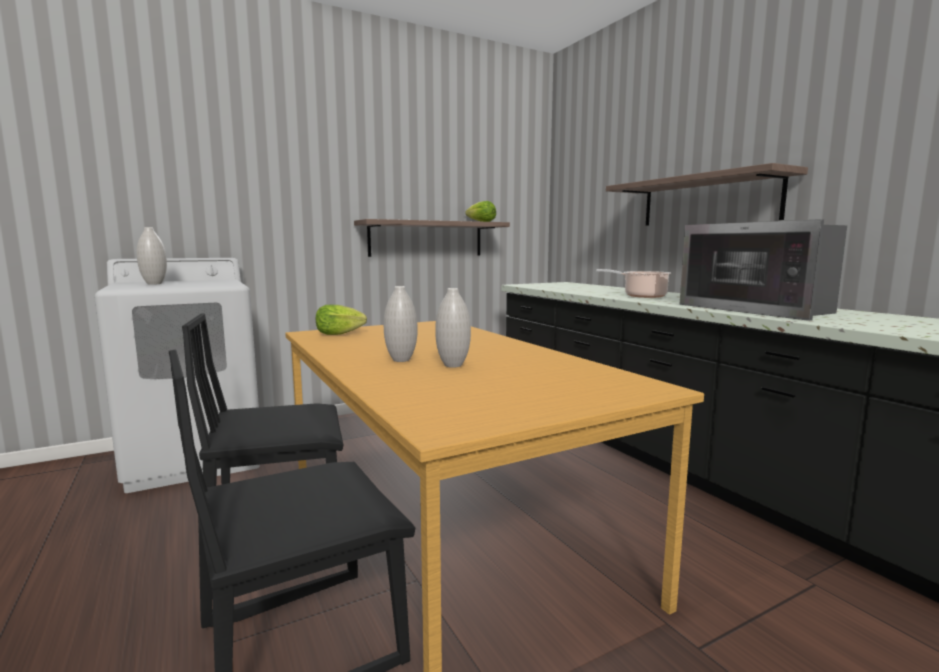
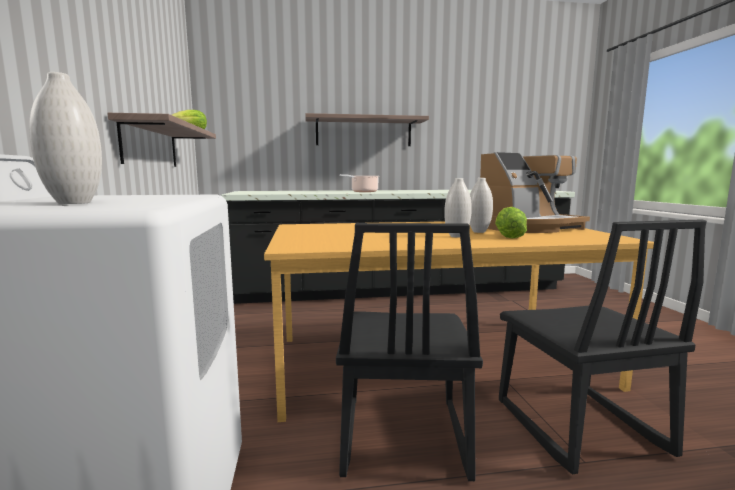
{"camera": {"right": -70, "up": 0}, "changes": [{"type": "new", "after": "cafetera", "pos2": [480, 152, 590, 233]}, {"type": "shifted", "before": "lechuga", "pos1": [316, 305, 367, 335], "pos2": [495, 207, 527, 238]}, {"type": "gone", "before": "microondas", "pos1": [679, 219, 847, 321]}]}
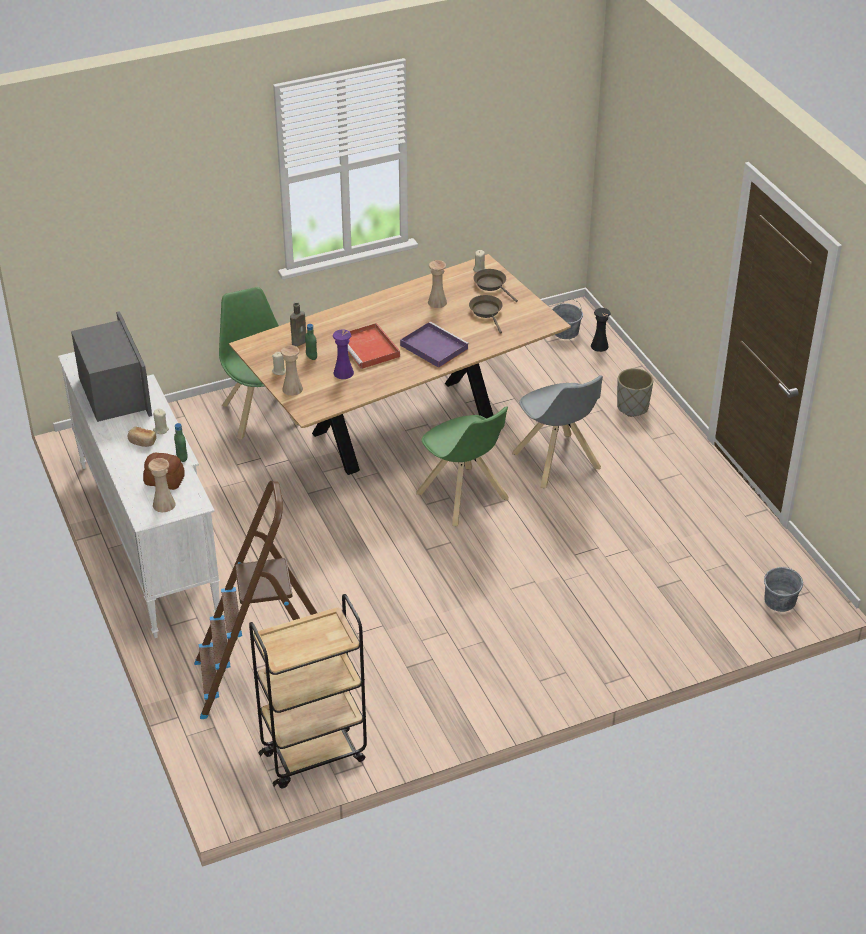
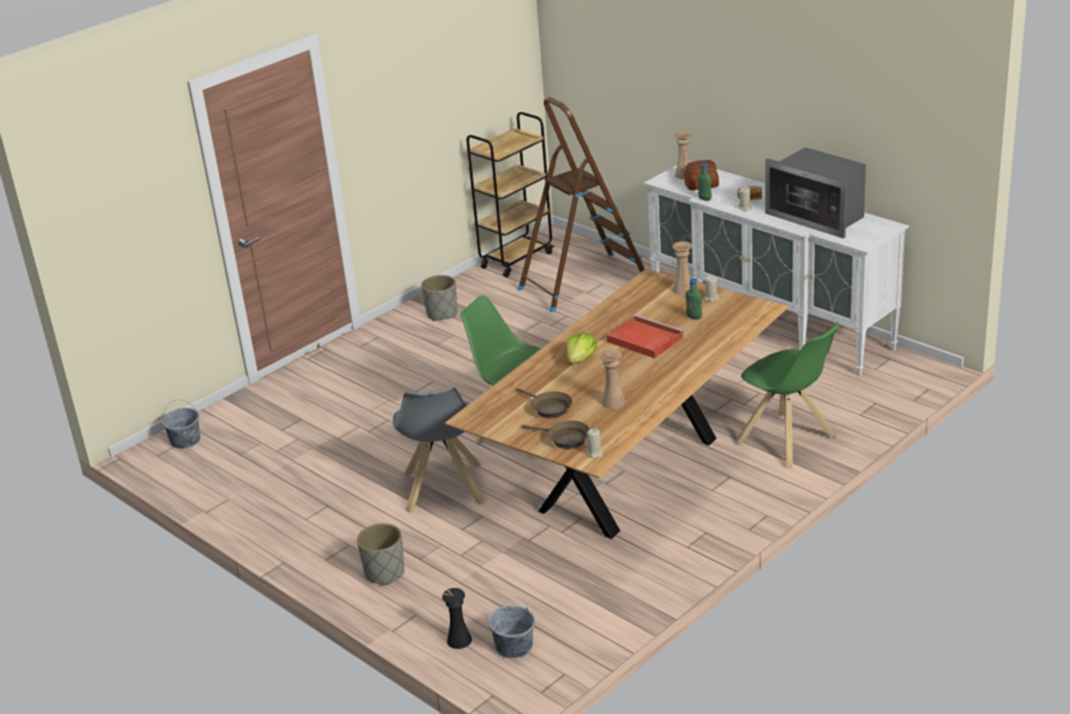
{"camera": {"right": 160, "up": -10}, "changes": [{"type": "rotated", "before": "silla (gris)", "pos1": [512, 376, 603, 489], "pos2": [393, 387, 485, 513], "turn": -135}, {"type": "new", "after": "maceta (gris)", "pos2": [421, 275, 457, 321]}, {"type": "swapped", "before": "bandeja (morado)", "after": "lechuga", "pos1": [400, 321, 469, 368], "pos2": [566, 332, 597, 364]}, {"type": "gone", "before": "botella (marrón)", "pos1": [290, 302, 306, 346]}, {"type": "gone", "before": "florero (morado)", "pos1": [333, 329, 354, 379]}]}
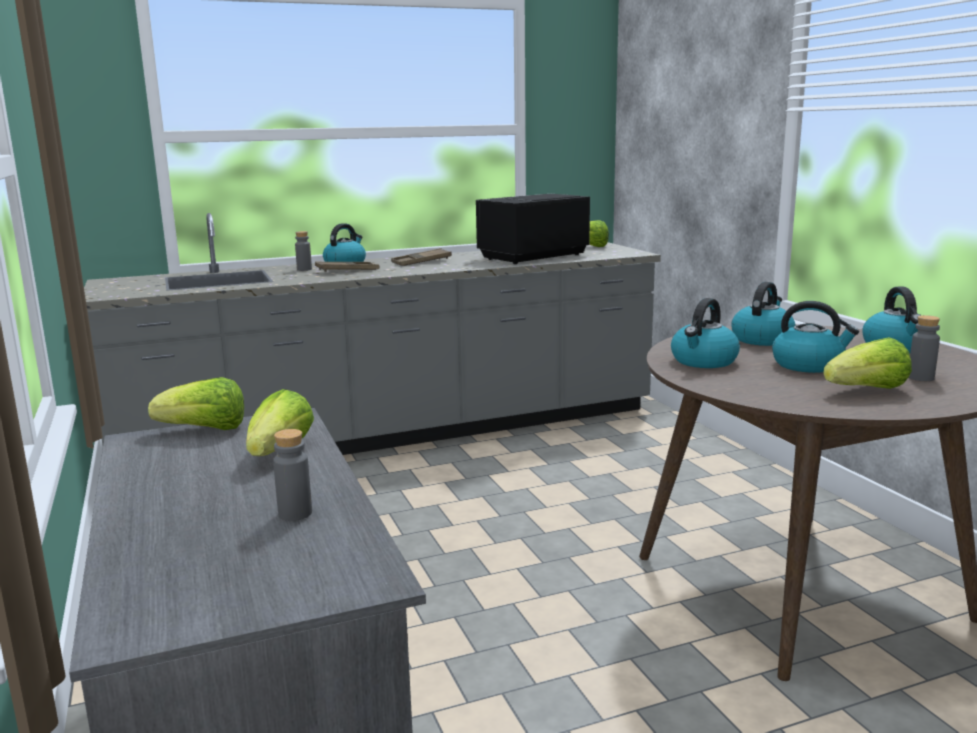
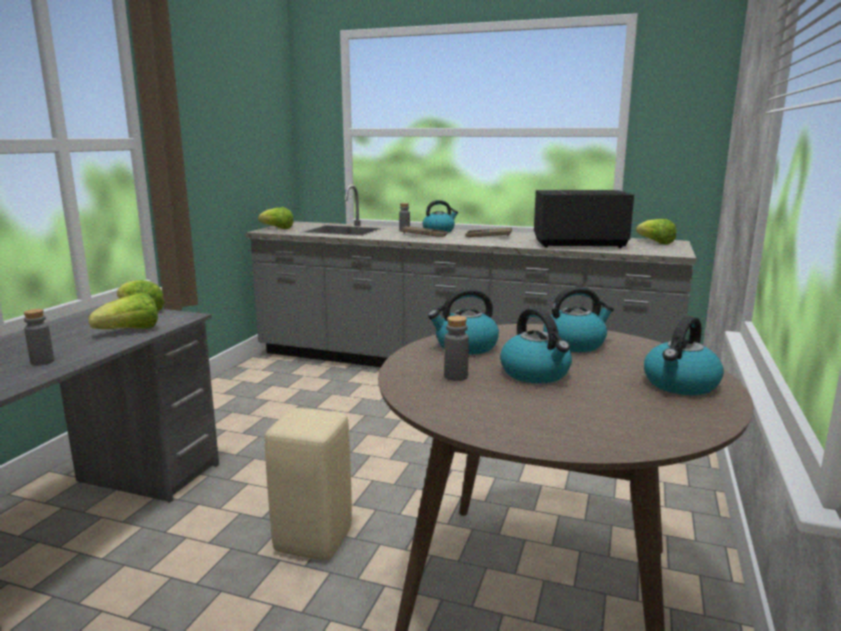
{"camera": {"right": 40, "up": 0}, "changes": [{"type": "shifted", "before": "lechuga", "pos1": [823, 337, 912, 389], "pos2": [258, 207, 294, 229]}, {"type": "new", "after": "taburete (beis)", "pos2": [265, 408, 352, 560]}, {"type": "shifted", "before": "botella (gris)", "pos1": [908, 315, 940, 381], "pos2": [444, 316, 469, 381]}]}
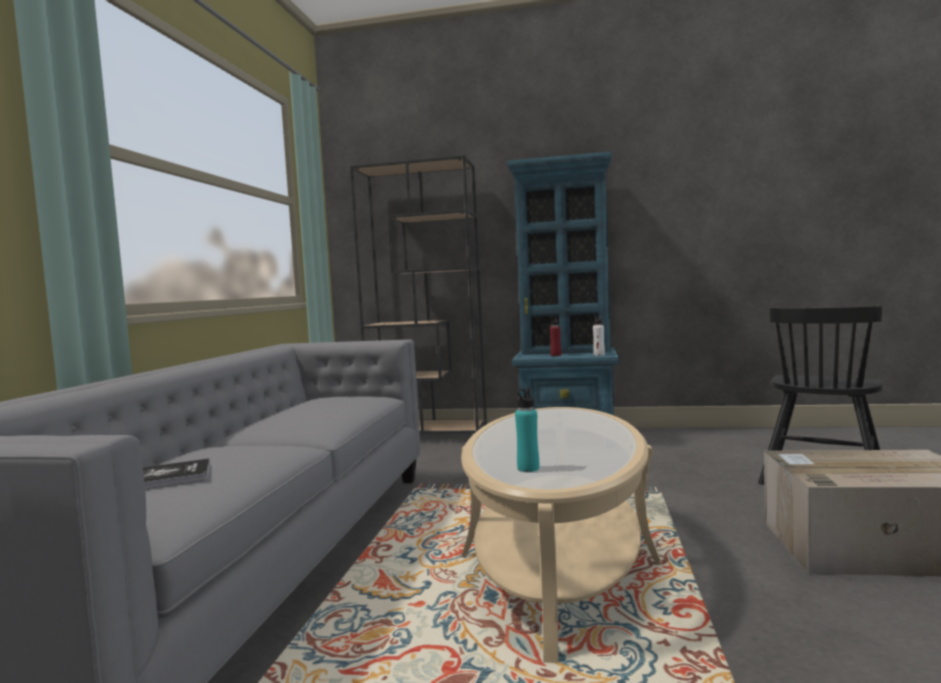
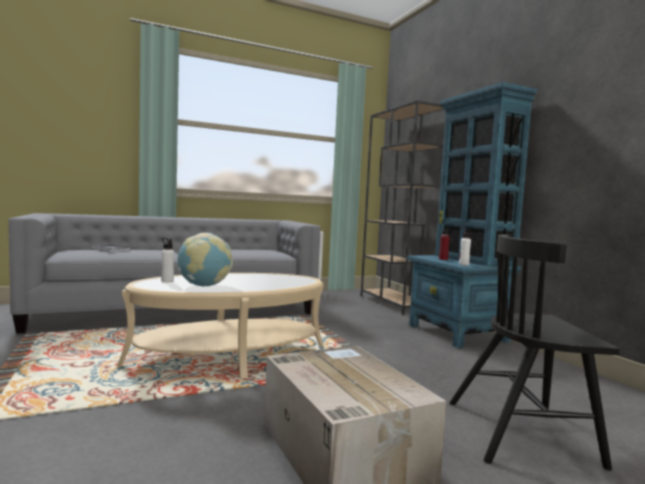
{"camera": {"right": 55, "up": 0}, "changes": [{"type": "repainted", "before": "botella (turquesa)", "after": "botella (blanco)", "pos1": [515, 387, 539, 472], "pos2": [161, 238, 174, 283]}, {"type": "new", "after": "globo terráqueo", "pos2": [177, 233, 233, 286]}]}
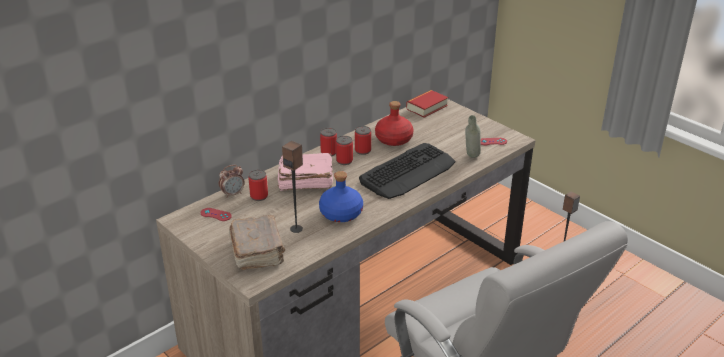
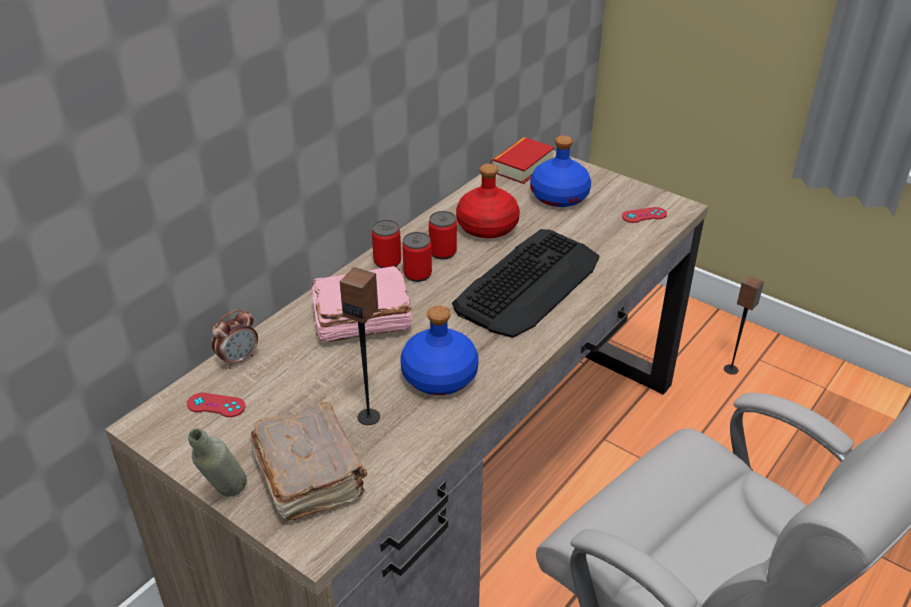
{"camera": {"right": -10, "up": 5}, "changes": [{"type": "shifted", "before": "botella (gris)", "pos1": [465, 115, 481, 158], "pos2": [188, 428, 247, 497]}, {"type": "new", "after": "botella (azul)", "pos2": [530, 135, 591, 207]}, {"type": "gone", "before": "lata", "pos1": [248, 170, 268, 201]}]}
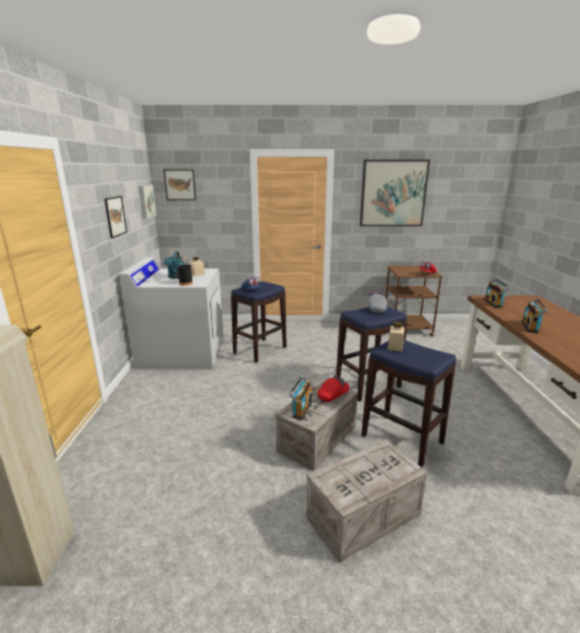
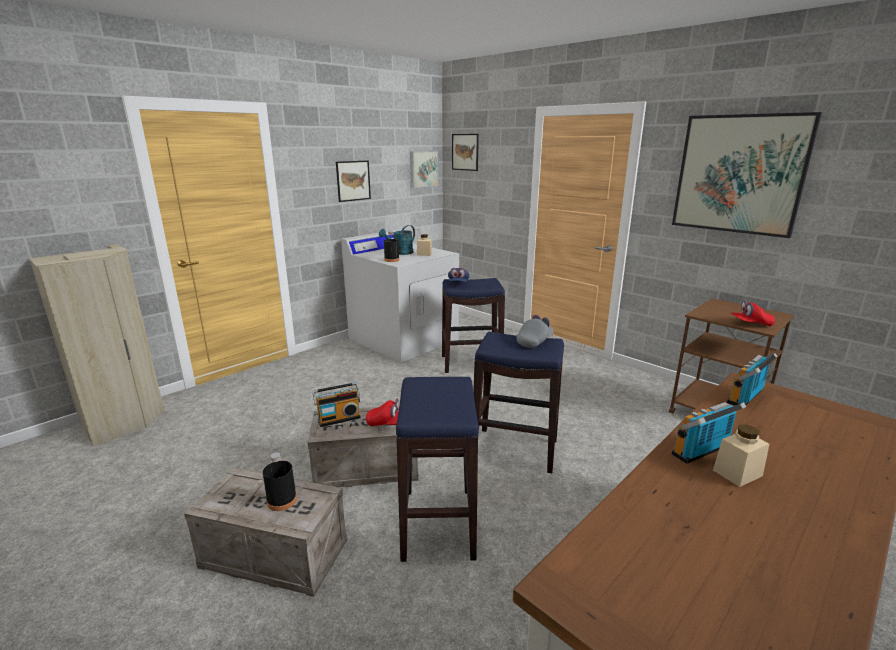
{"camera": {"right": 45, "up": 0}, "changes": [{"type": "new", "after": "botella (negro)", "pos2": [263, 452, 297, 511]}, {"type": "shifted", "before": "tarro (beis)", "pos1": [387, 322, 404, 352], "pos2": [713, 424, 769, 487]}]}
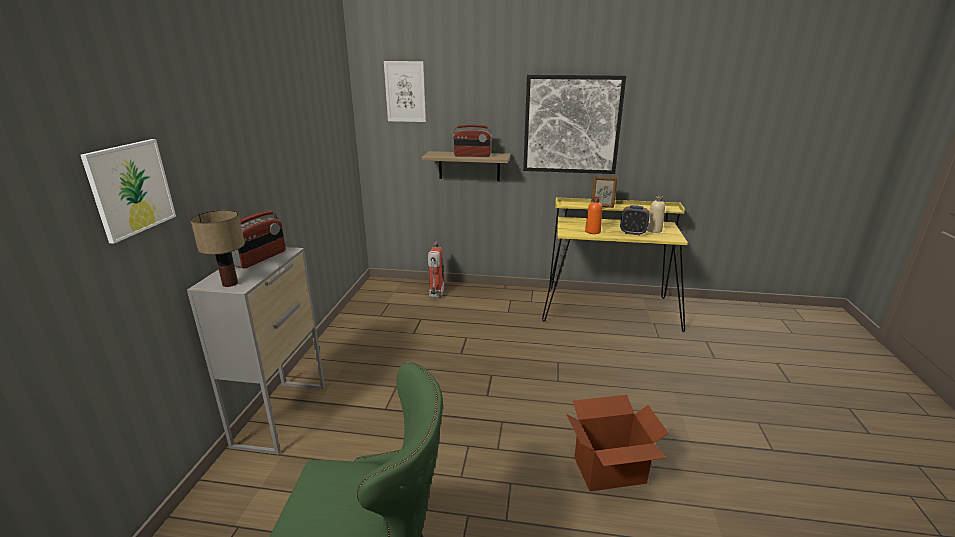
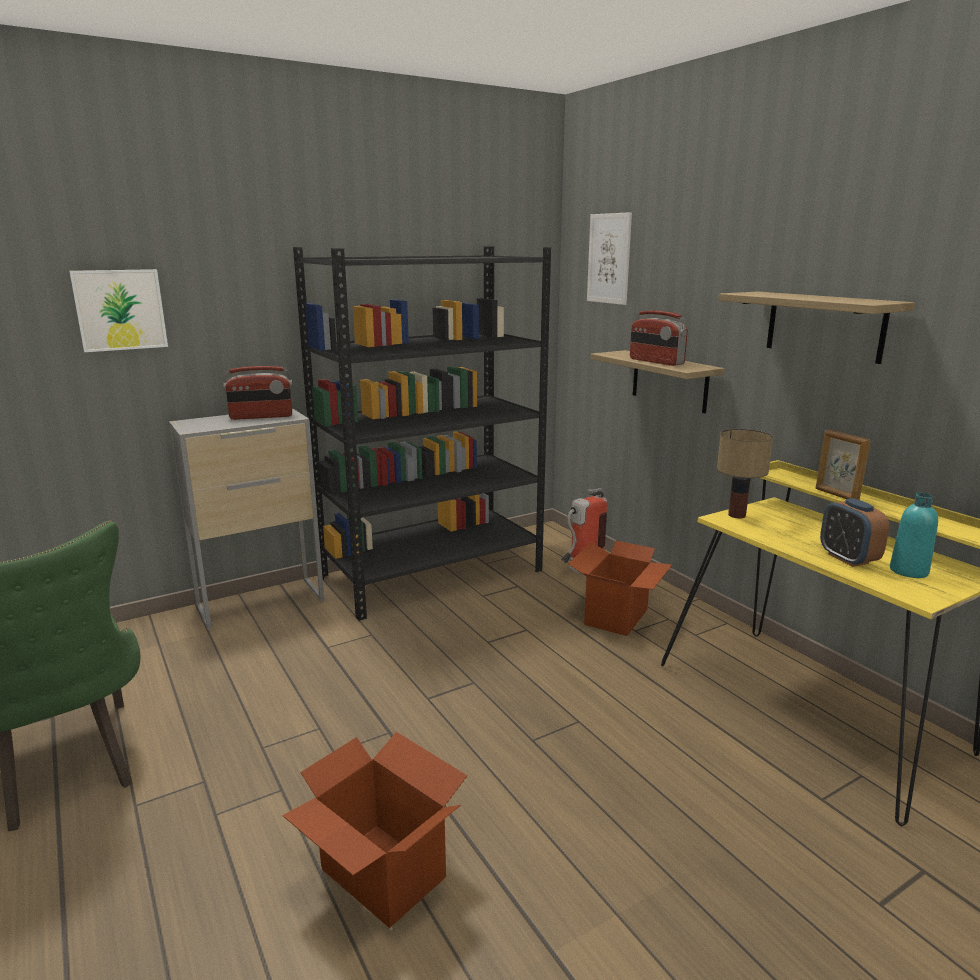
{"camera": {"right": 50, "up": -5}, "changes": [{"type": "new", "after": "estantería (negro)", "pos2": [293, 246, 551, 621]}, {"type": "new", "after": "caja de cartón", "pos2": [568, 540, 672, 636]}, {"type": "shifted", "before": "lámpara de mesa", "pos1": [190, 210, 245, 287], "pos2": [717, 429, 773, 519]}, {"type": "swapped", "before": "cuadro", "after": "estante", "pos1": [523, 75, 626, 174], "pos2": [718, 292, 915, 364]}, {"type": "repainted", "before": "botella (beis)", "after": "botella (turquesa)", "pos1": [647, 195, 665, 233], "pos2": [890, 493, 938, 578]}, {"type": "gone", "before": "botella (naranja)", "pos1": [585, 196, 602, 234]}]}
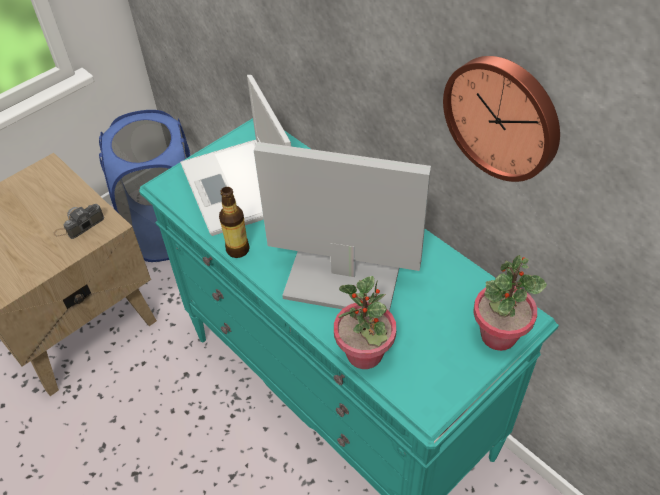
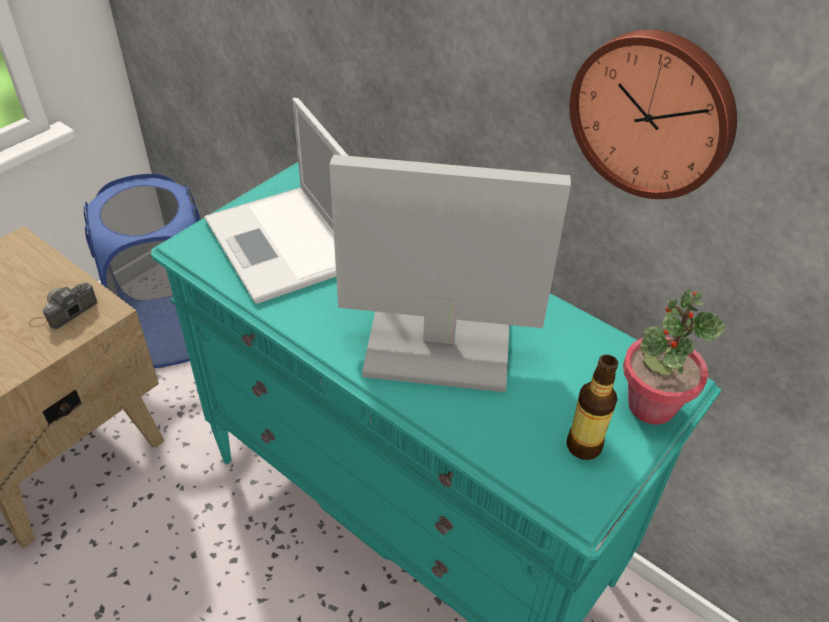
{"camera": {"right": -10, "up": -5}, "changes": [{"type": "shifted", "before": "botella", "pos1": [219, 187, 250, 258], "pos2": [566, 355, 618, 460]}, {"type": "gone", "before": "planta en maceta", "pos1": [334, 276, 396, 369]}]}
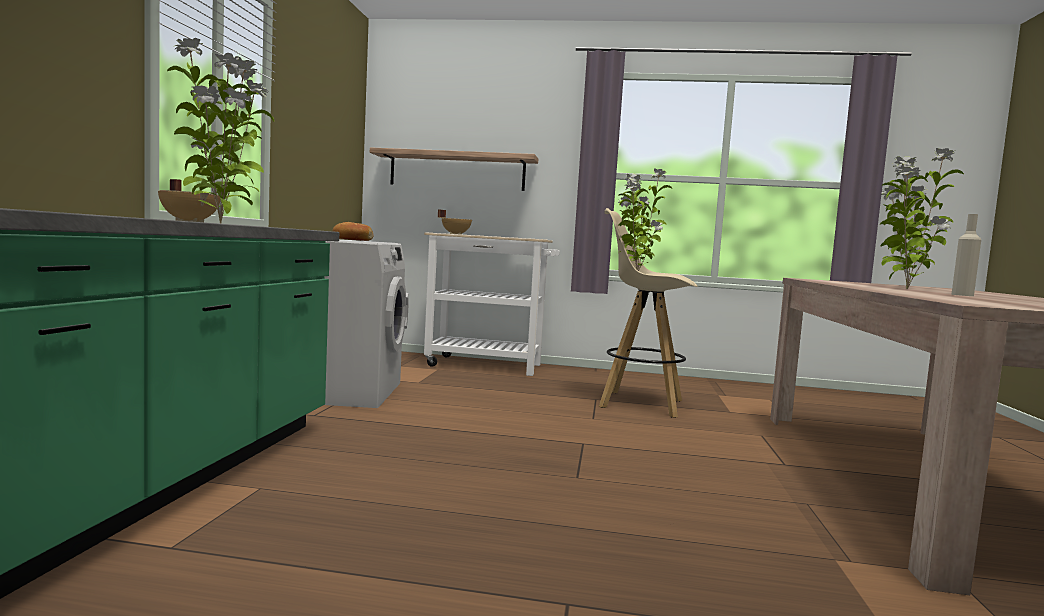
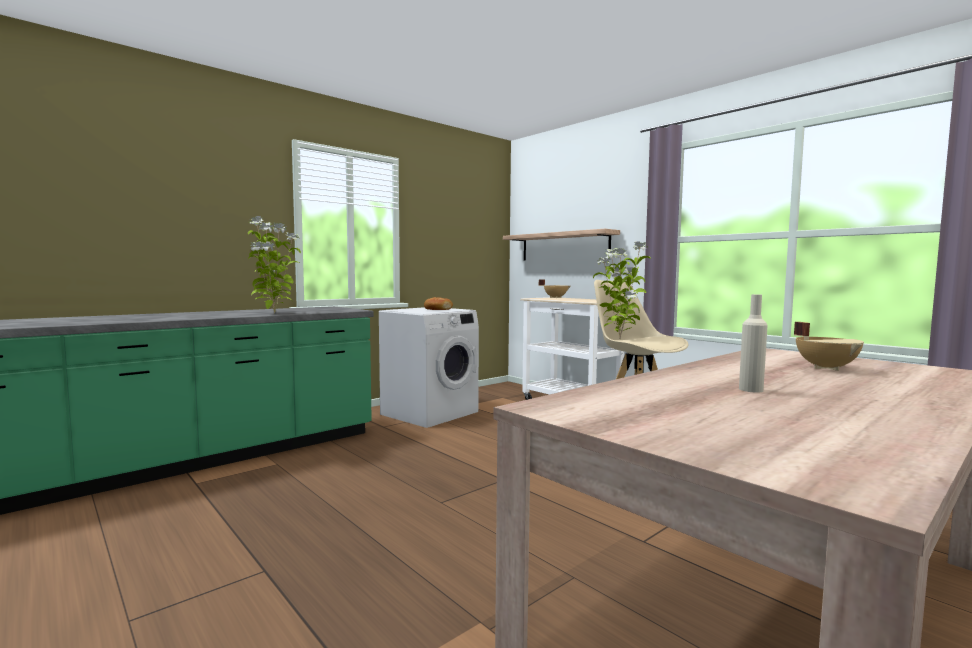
{"camera": {"right": 40, "up": 0}, "changes": [{"type": "shifted", "before": "olla (beis)", "pos1": [158, 179, 221, 222], "pos2": [794, 322, 864, 371]}, {"type": "gone", "before": "planta en maceta", "pos1": [880, 148, 964, 289]}]}
